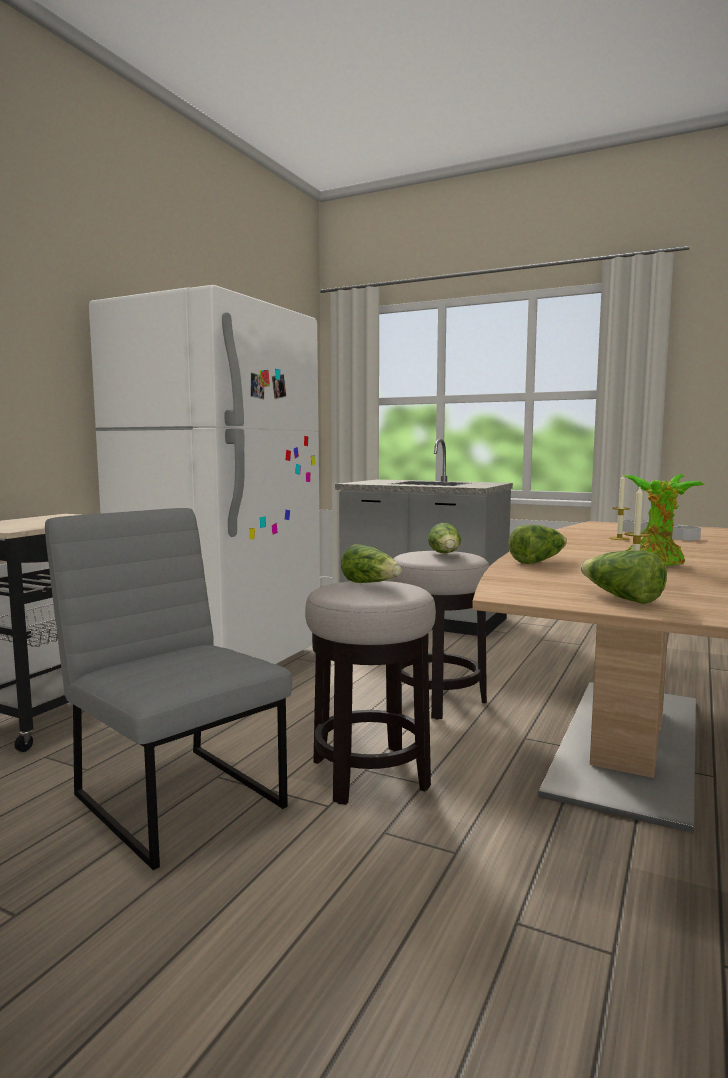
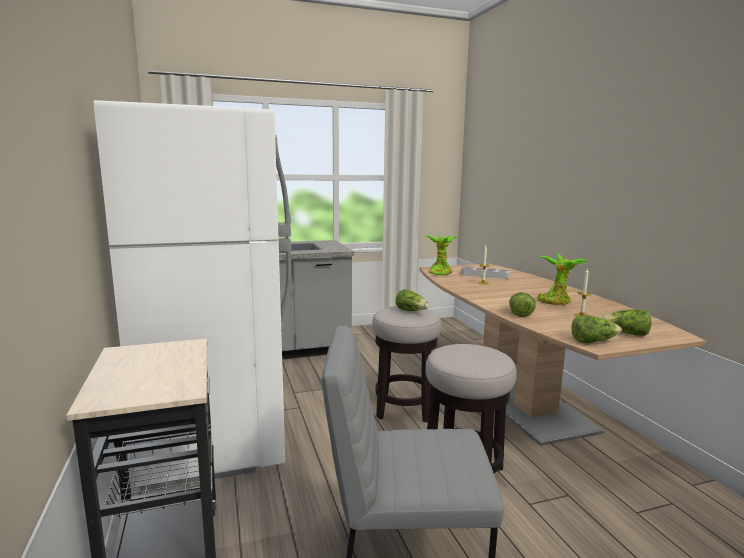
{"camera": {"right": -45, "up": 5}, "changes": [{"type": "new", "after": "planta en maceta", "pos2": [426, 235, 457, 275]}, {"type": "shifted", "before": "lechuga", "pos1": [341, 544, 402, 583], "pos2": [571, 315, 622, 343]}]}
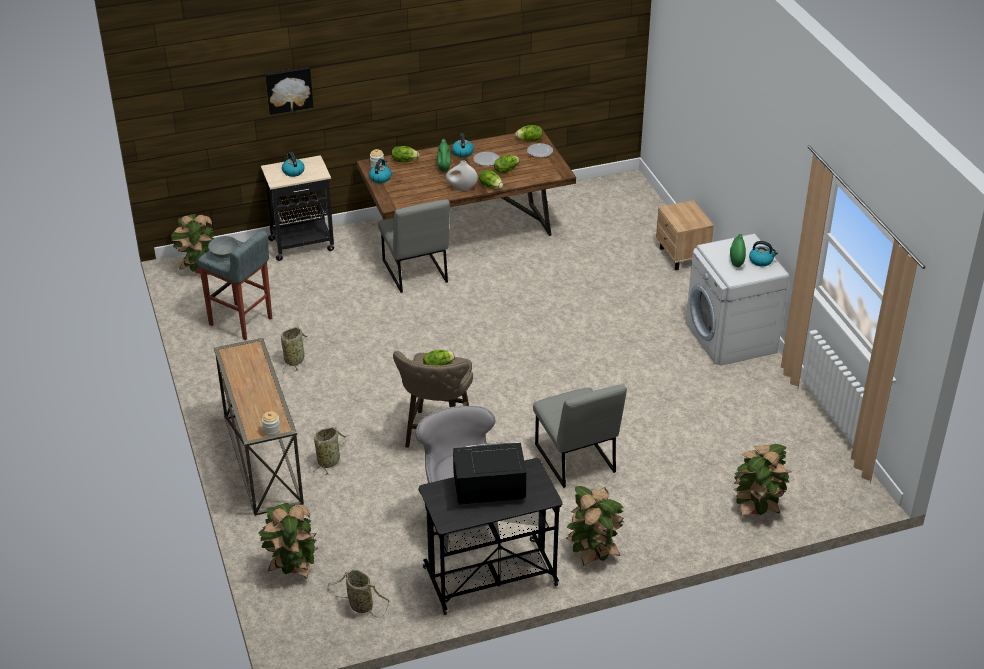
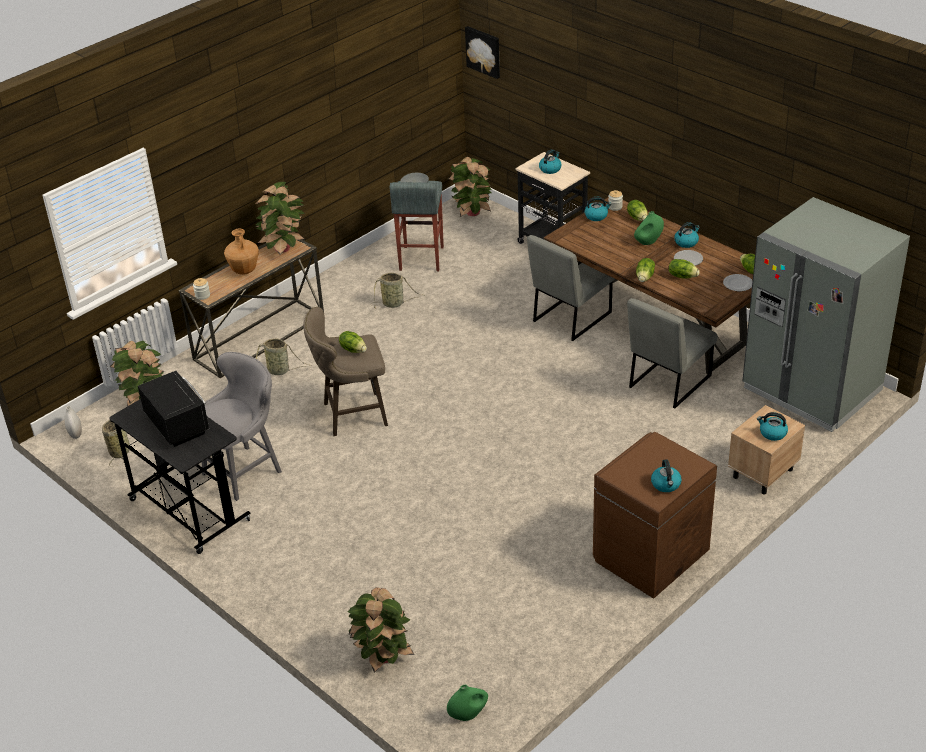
{"camera": {"right": 65, "up": 0}, "changes": [{"type": "shifted", "before": "florero (blanco)", "pos1": [446, 161, 478, 191], "pos2": [64, 406, 82, 439]}, {"type": "new", "after": "florero (marrón)", "pos2": [224, 229, 259, 275]}, {"type": "shifted", "before": "planta en maceta", "pos1": [566, 486, 624, 566], "pos2": [256, 182, 306, 255]}, {"type": "shifted", "before": "florero (verde)", "pos1": [730, 234, 746, 267], "pos2": [447, 685, 488, 721]}, {"type": "shifted", "before": "cuadro", "pos1": [265, 67, 313, 115], "pos2": [465, 26, 500, 79]}, {"type": "repainted", "before": "lavadora (blanco)", "after": "lavadora (marrón)", "pos1": [686, 234, 789, 365], "pos2": [593, 432, 717, 599]}, {"type": "shifted", "before": "silla (gris)", "pos1": [533, 385, 627, 488], "pos2": [627, 298, 718, 408]}, {"type": "new", "after": "nevera (gris)", "pos2": [742, 197, 910, 432]}, {"type": "new", "after": "hervidor", "pos2": [757, 412, 788, 441]}]}
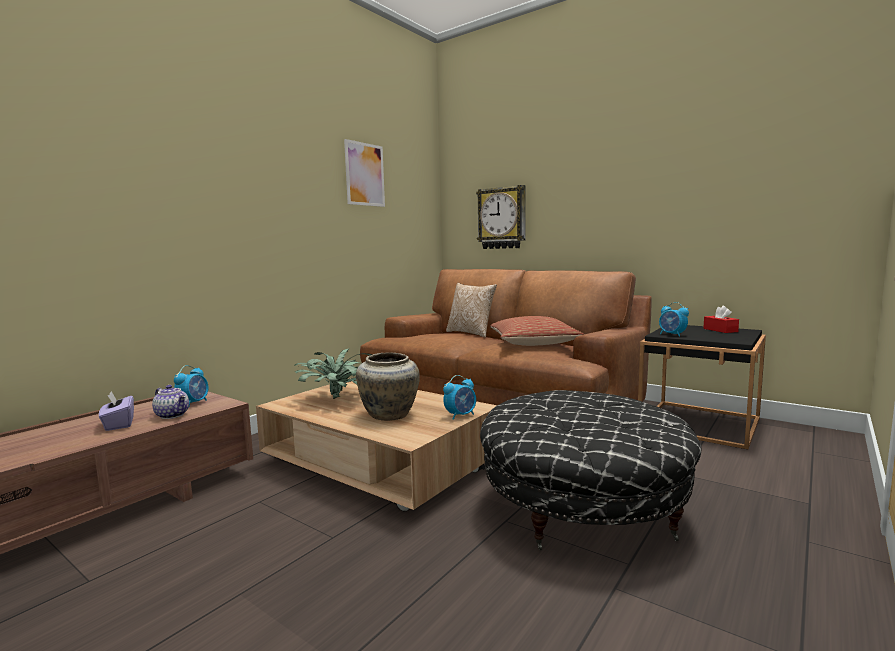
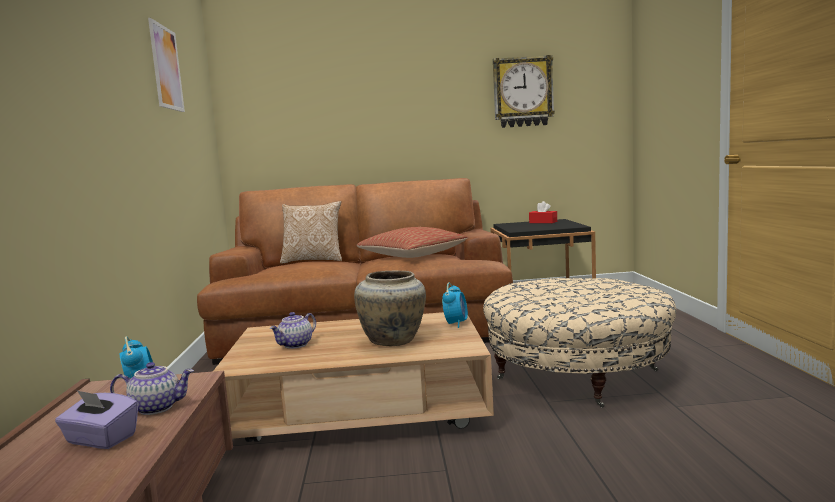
{"camera": {"right": -40, "up": 0}, "changes": [{"type": "swapped", "before": "planta en maceta", "after": "tetera", "pos1": [294, 348, 372, 399], "pos2": [270, 312, 316, 349]}, {"type": "repainted", "before": "puf (negro)", "after": "puf (beis)", "pos1": [480, 390, 702, 550], "pos2": [483, 278, 676, 408]}, {"type": "shifted", "before": "reloj de pared", "pos1": [476, 185, 525, 249], "pos2": [493, 55, 555, 128]}, {"type": "gone", "before": "despertador", "pos1": [659, 302, 689, 337]}]}
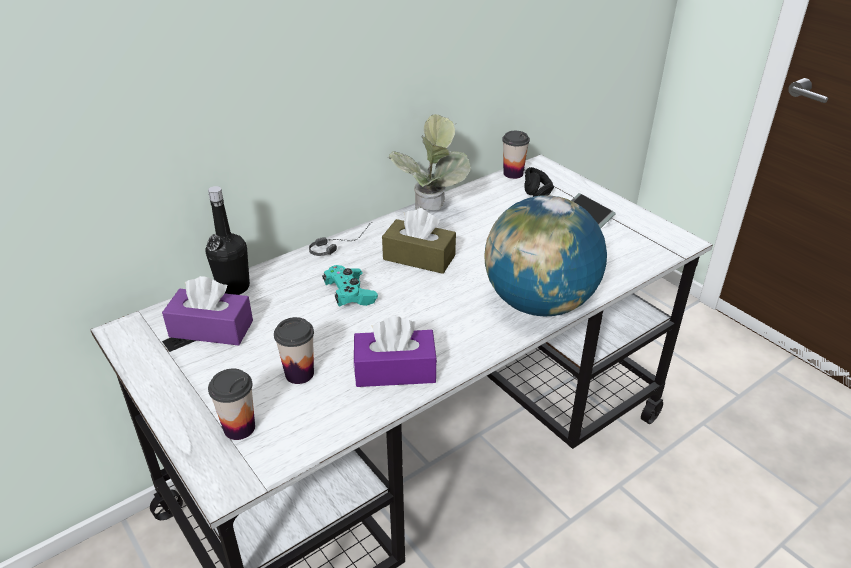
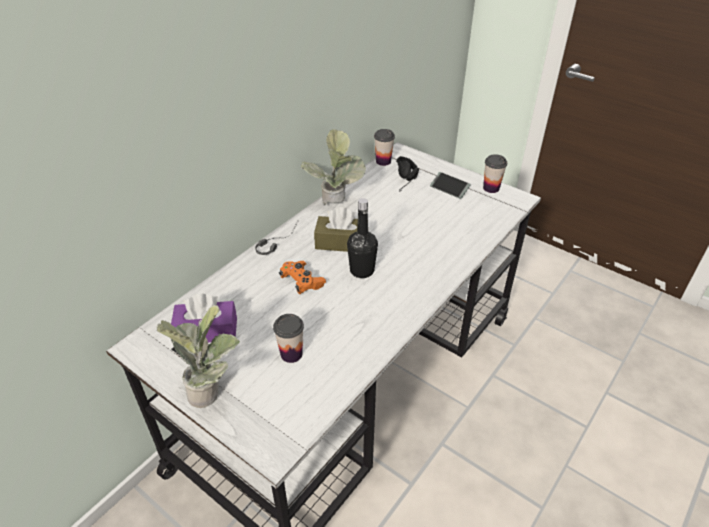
{"camera": {"right": -15, "up": 5}, "changes": [{"type": "new", "after": "planta en maceta", "pos2": [157, 305, 240, 408]}, {"type": "repainted", "before": "mando de consola (turquesa)", "after": "mando de consola (naranja)", "pos1": [322, 265, 378, 307], "pos2": [279, 261, 326, 294]}, {"type": "shifted", "before": "botella (negro)", "pos1": [206, 186, 250, 295], "pos2": [347, 198, 378, 278]}, {"type": "shifted", "before": "taza", "pos1": [208, 369, 255, 440], "pos2": [483, 154, 507, 193]}, {"type": "gone", "before": "caja de pañuelos (morado)", "pos1": [354, 316, 437, 387]}, {"type": "gone", "before": "globo terráqueo", "pos1": [484, 195, 607, 316]}]}
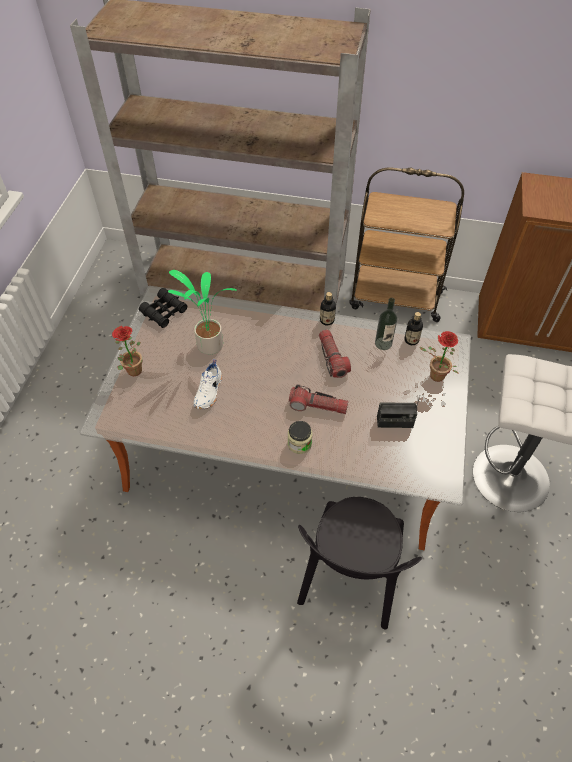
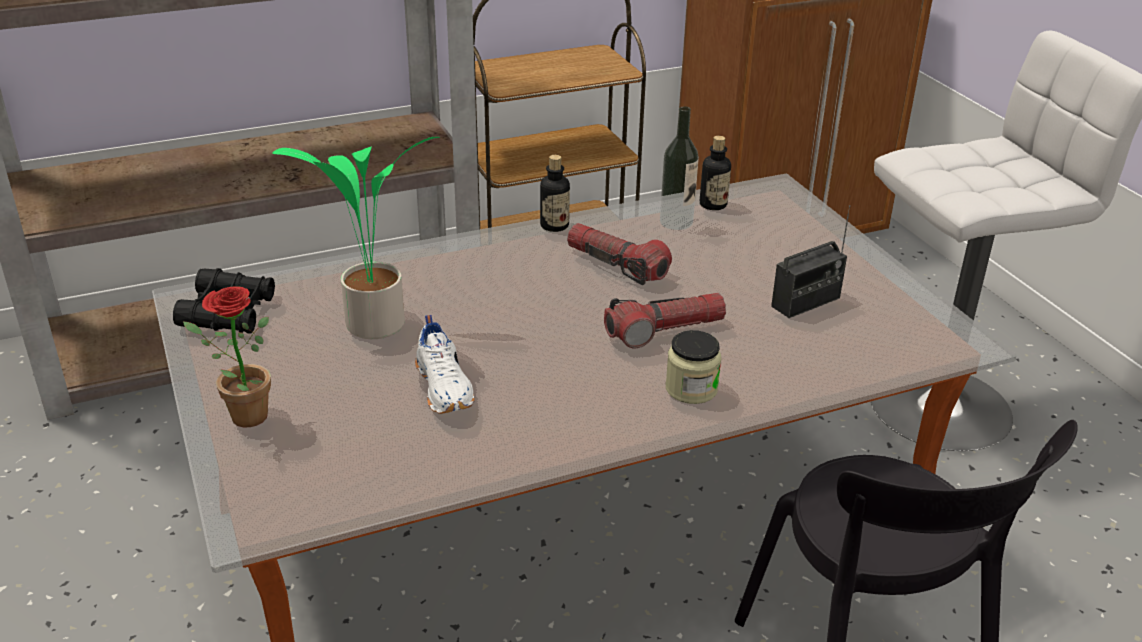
{"camera": {"right": -35, "up": -20}, "changes": [{"type": "gone", "before": "planta en maceta", "pos1": [419, 331, 458, 382]}]}
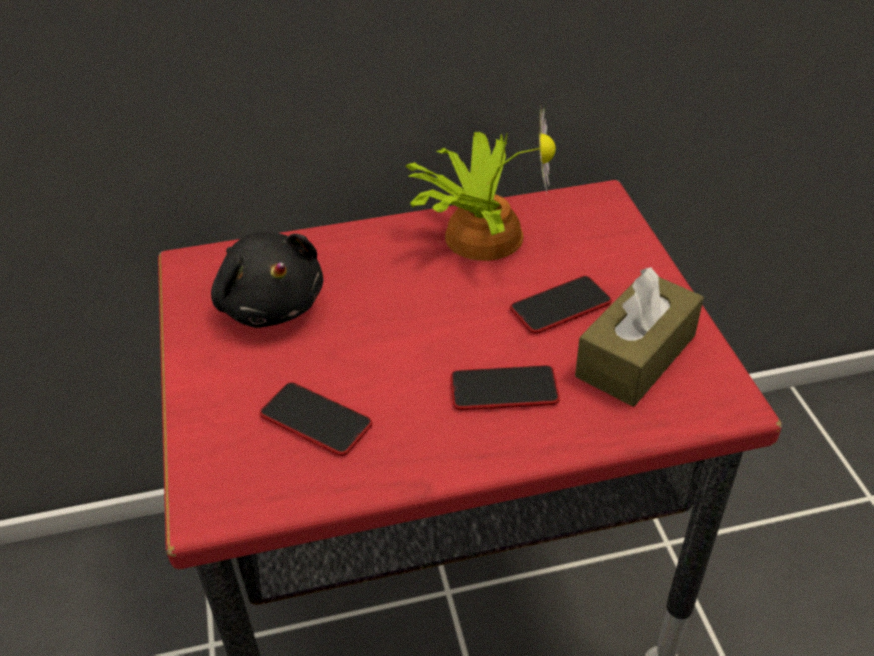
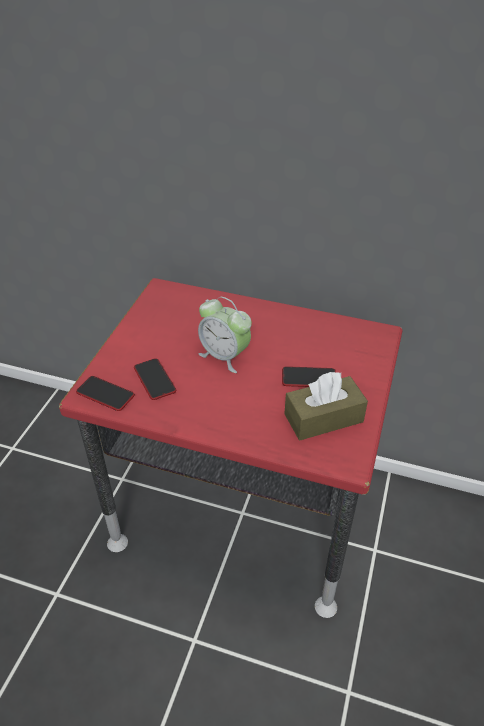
{"camera": {"right": 30, "up": 0}, "changes": [{"type": "shifted", "before": "móvil", "pos1": [450, 365, 560, 410], "pos2": [76, 376, 135, 411]}, {"type": "new", "after": "despertador", "pos2": [198, 297, 252, 373]}, {"type": "gone", "before": "peluche (negro)", "pos1": [211, 231, 323, 328]}, {"type": "gone", "before": "planta en maceta", "pos1": [406, 109, 556, 261]}]}
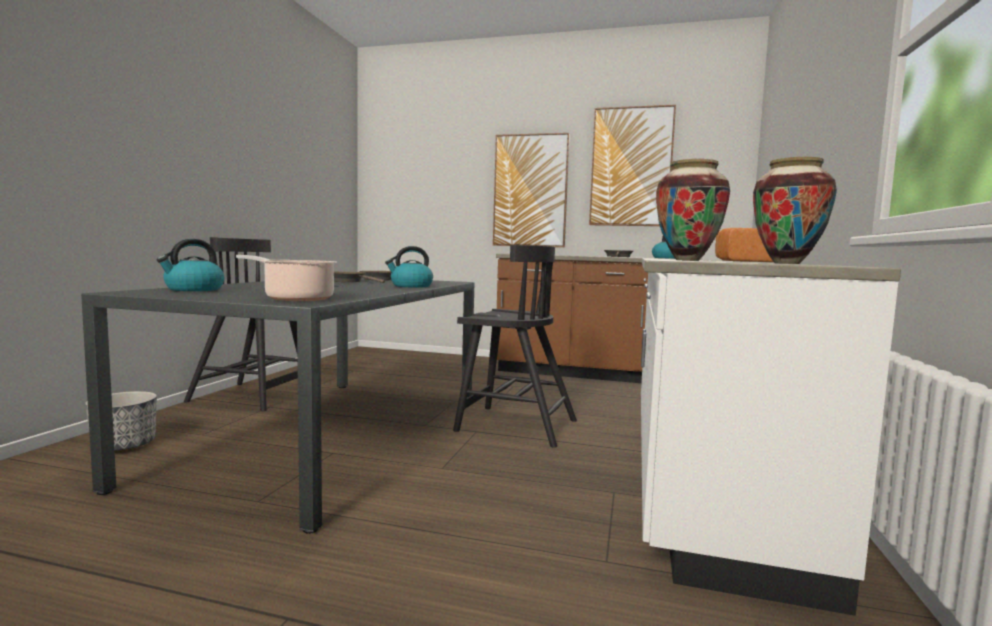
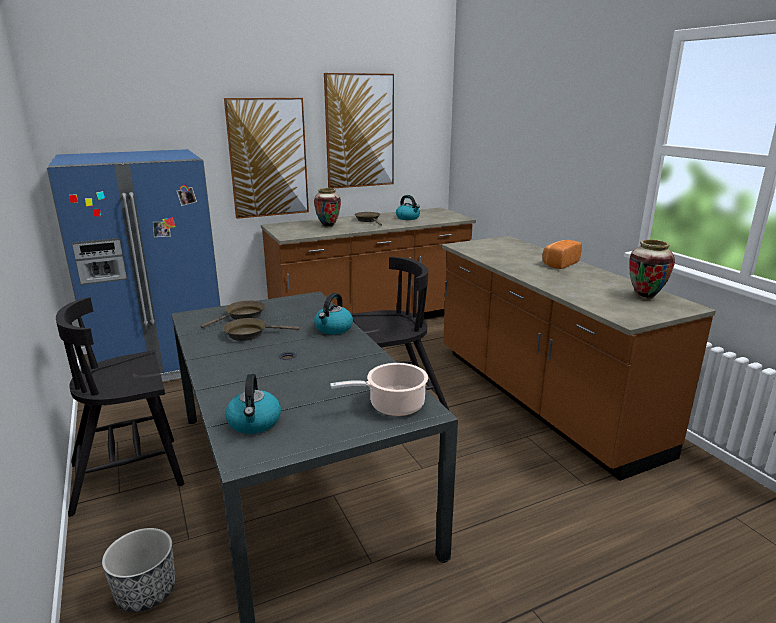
{"camera": {"right": -40, "up": 15}, "changes": [{"type": "new", "after": "nevera (azul)", "pos2": [47, 149, 221, 382]}, {"type": "shifted", "before": "florero", "pos1": [656, 159, 730, 261], "pos2": [314, 188, 341, 228]}, {"type": "repainted", "before": "mueble bajo de cocina (blanco)", "after": "mueble bajo de cocina (marrón)", "pos1": [640, 258, 901, 616], "pos2": [442, 236, 716, 481]}]}
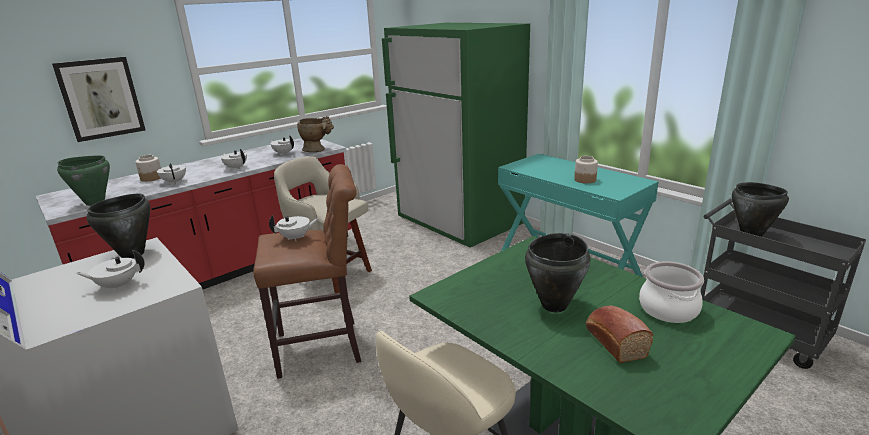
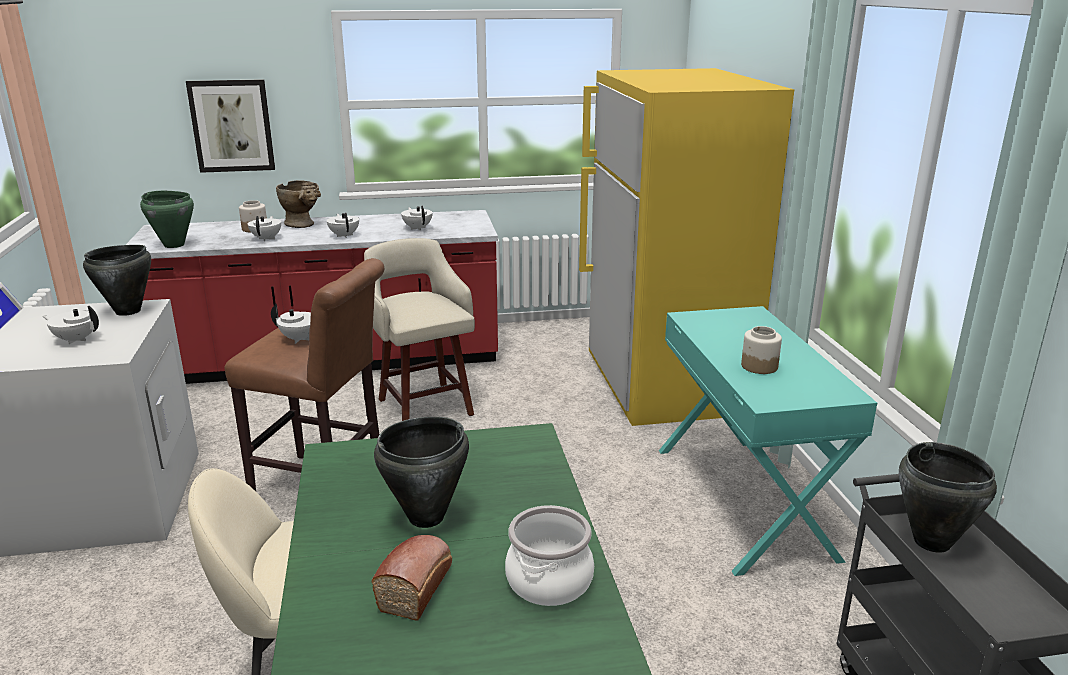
{"camera": {"right": 30, "up": 0}, "changes": [{"type": "shifted", "before": "florero (beis)", "pos1": [297, 116, 334, 152], "pos2": [276, 180, 321, 228]}, {"type": "repainted", "before": "nevera (verde)", "after": "nevera (amarillo)", "pos1": [382, 23, 530, 247], "pos2": [579, 68, 794, 426]}]}
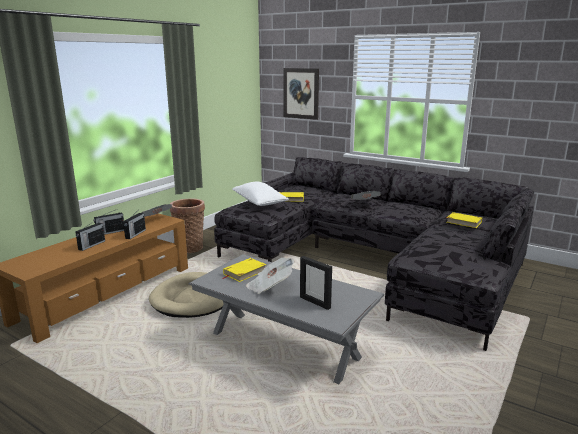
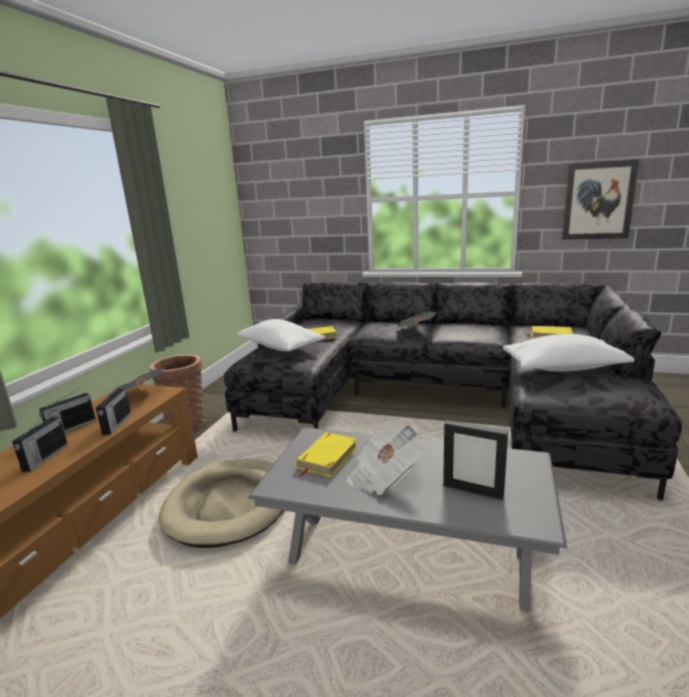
{"camera": {"right": -15, "up": 0}, "changes": [{"type": "new", "after": "cojín (blanco)", "pos2": [503, 334, 635, 372]}, {"type": "shifted", "before": "cuadro", "pos1": [283, 68, 319, 120], "pos2": [562, 159, 639, 240]}]}
